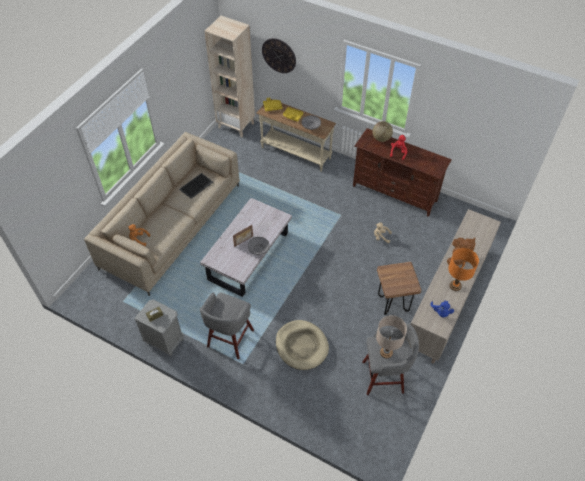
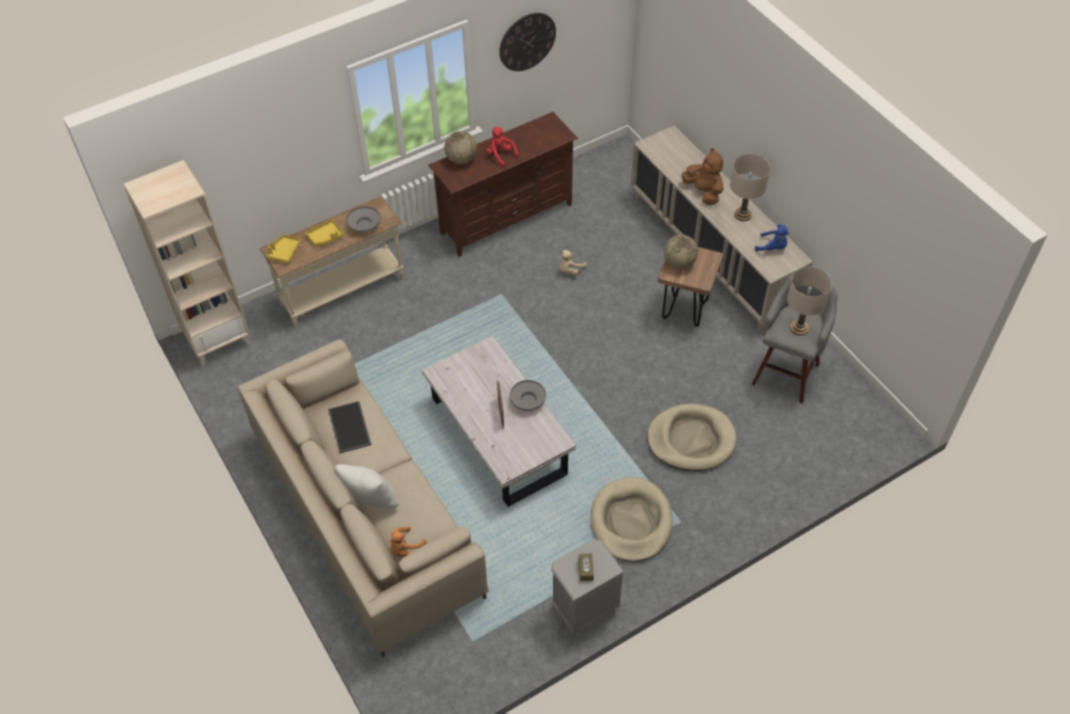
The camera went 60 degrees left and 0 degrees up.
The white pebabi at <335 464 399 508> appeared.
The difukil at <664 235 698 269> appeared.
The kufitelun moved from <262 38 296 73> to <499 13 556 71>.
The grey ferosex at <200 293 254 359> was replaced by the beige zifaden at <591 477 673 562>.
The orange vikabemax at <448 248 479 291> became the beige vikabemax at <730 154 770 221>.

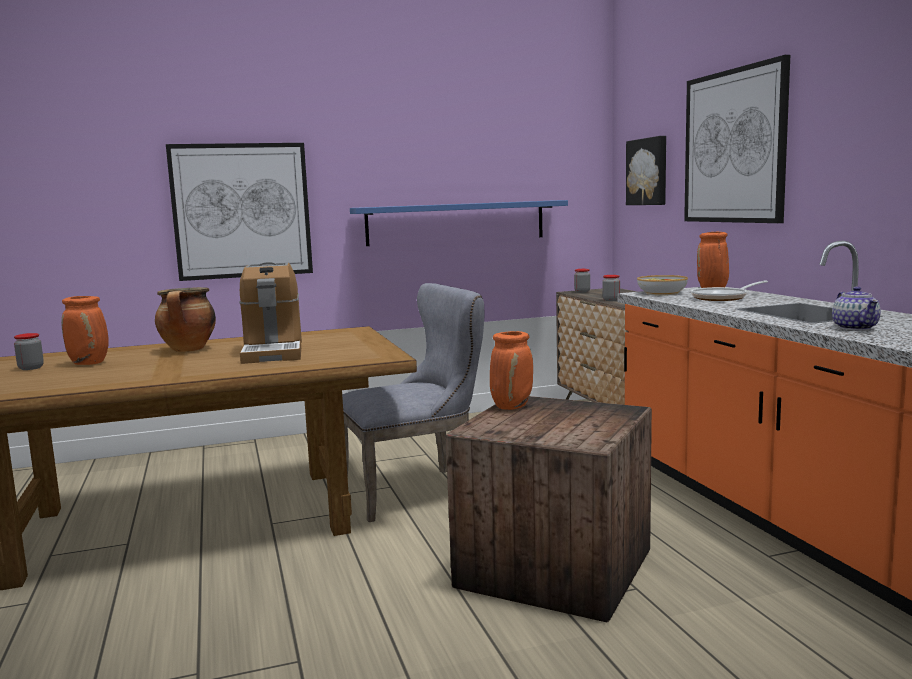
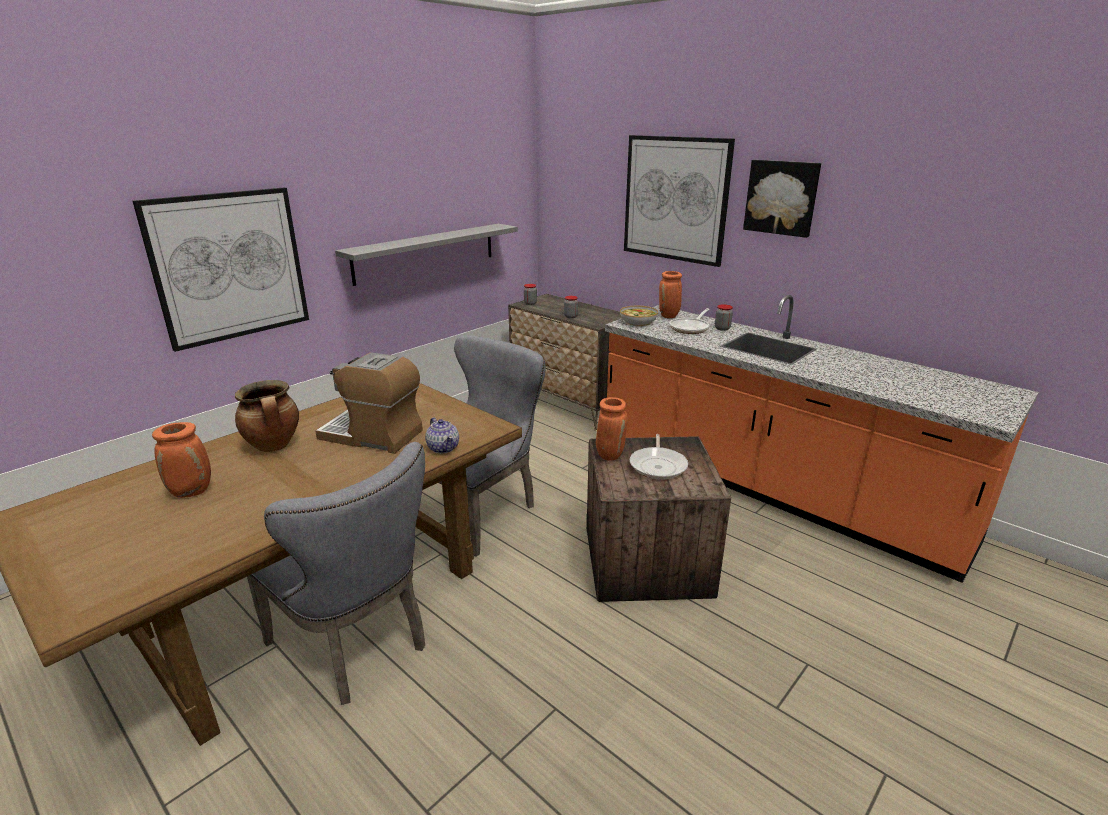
The camera went 30 degrees left and 15 degrees up.
The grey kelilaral at <247 442 425 705> appeared.
The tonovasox at <630 434 688 480> appeared.
The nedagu moved from <14 333 44 370> to <715 304 733 331>.
The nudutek moved from <626 136 666 205> to <743 160 821 238>.
The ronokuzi moved from <832 286 881 330> to <425 417 459 454>.
The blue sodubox at <350 200 568 246> became the grey sodubox at <335 224 518 286>.
The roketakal at <240 262 302 364> turned 150 degrees clockwise.

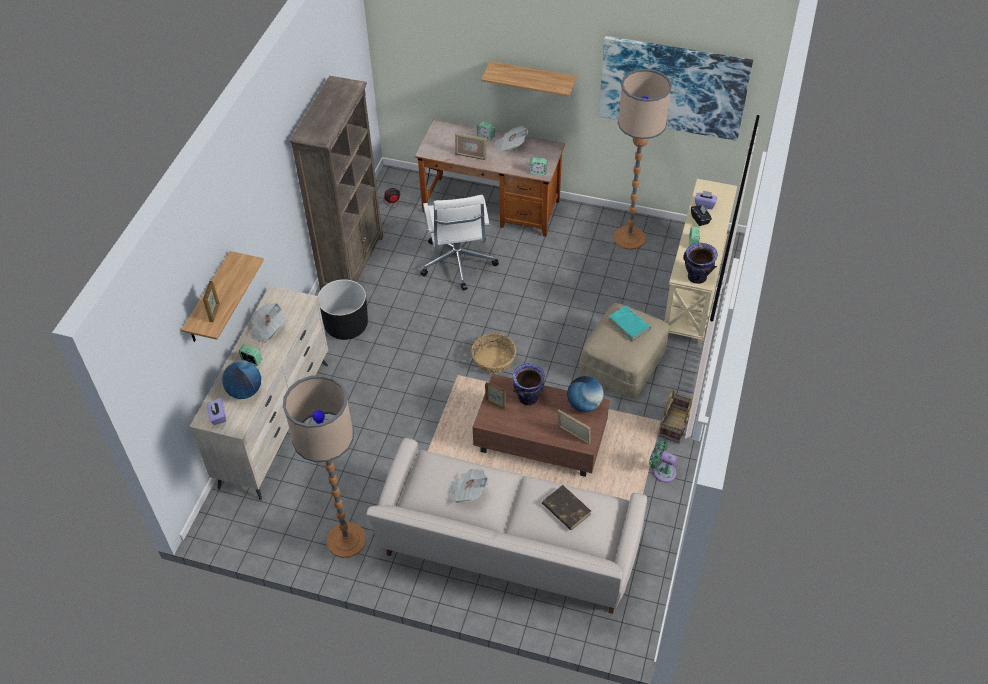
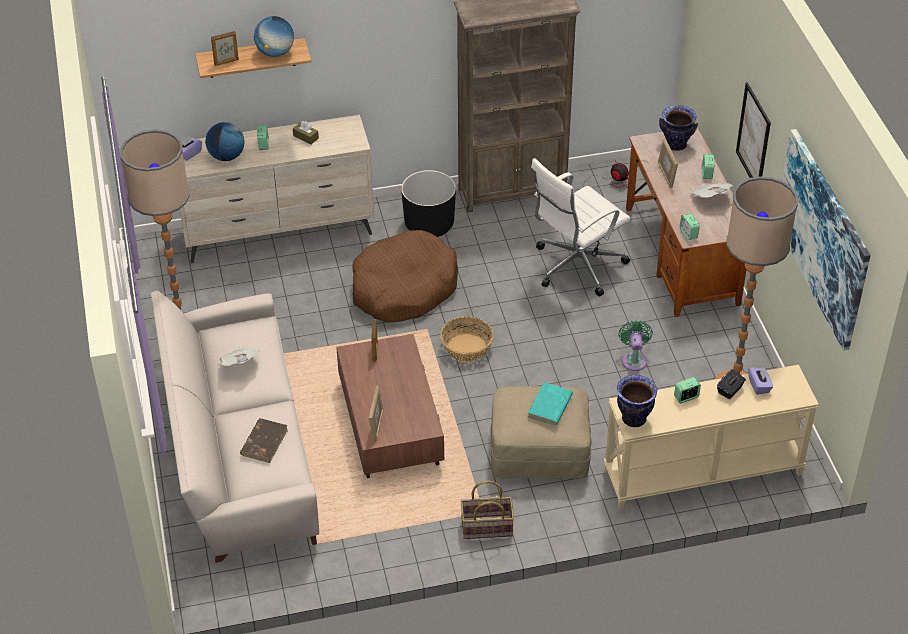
The camera went 60 degrees right and 5 degrees down.
The brown zifaden at <352 230 458 323> appeared.
The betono moved from <512 364 545 405> to <659 105 698 151>.
The difukil moved from <567 376 604 412> to <254 16 294 57>.
The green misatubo moved from <649 439 677 483> to <618 320 653 371>.
The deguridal at <248 303 285 343> was replaced by the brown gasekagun at <293 121 319 145>.
The sodubox at <481 61 577 96> was replaced by the nudutek at <736 82 771 178>.

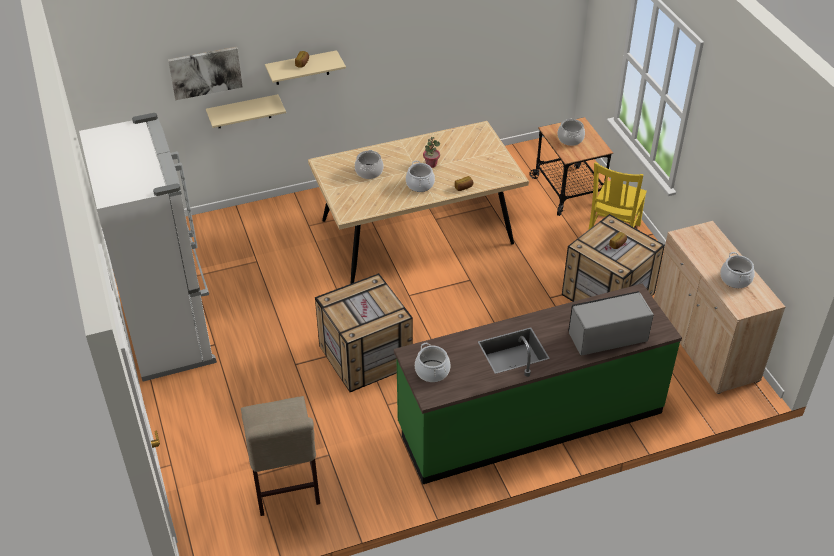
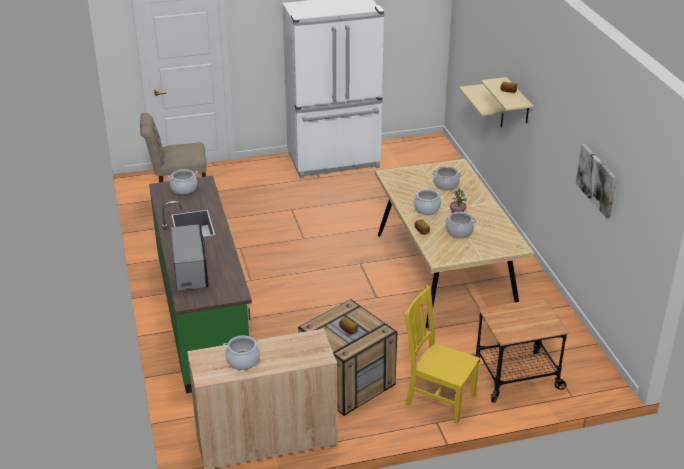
The camera went 95 degrees right and 10 degrees down.
The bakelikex at <315 273 413 392> disappeared.
The nudutek moved from <168 47 243 100> to <576 144 617 218>.
The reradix moved from <557 118 585 146> to <445 212 476 239>.

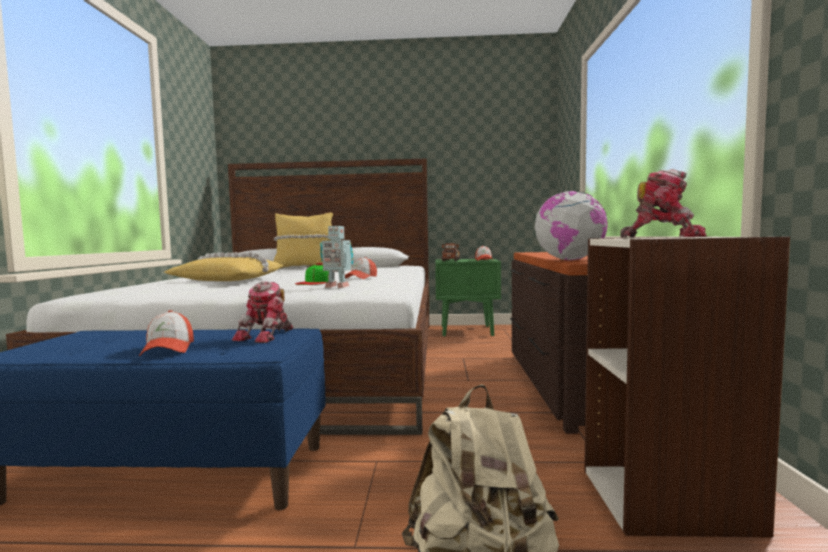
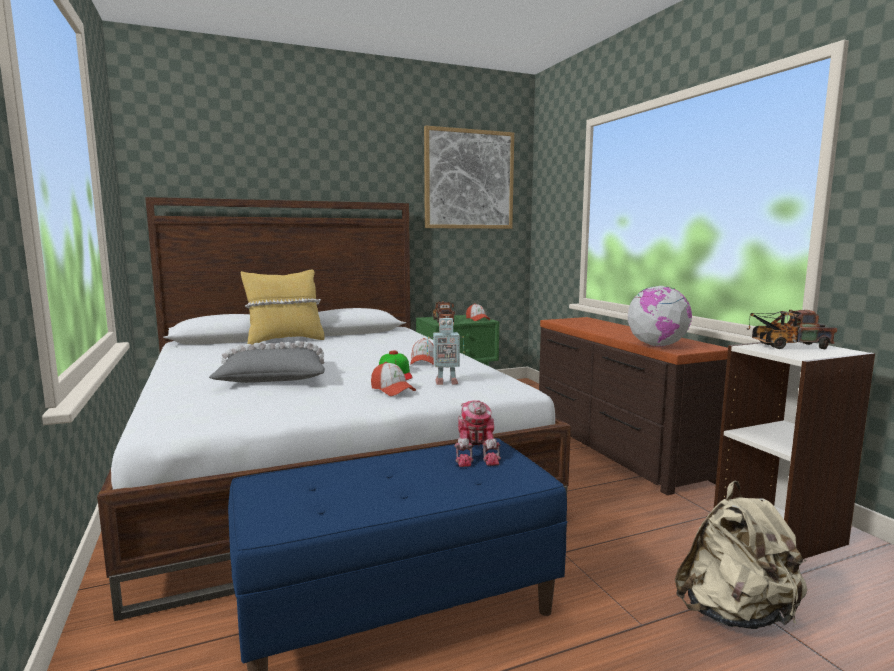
The camera went 25 degrees left and 5 degrees up.
The nudutek at <424 126 514 229> appeared.
The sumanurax moved from <139 310 194 356> to <371 362 416 396>.
The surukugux at <620 169 706 237> was replaced by the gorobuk at <747 310 837 349>.
The yellow pebabi at <164 251 284 281> became the grey pebabi at <209 341 325 383>.

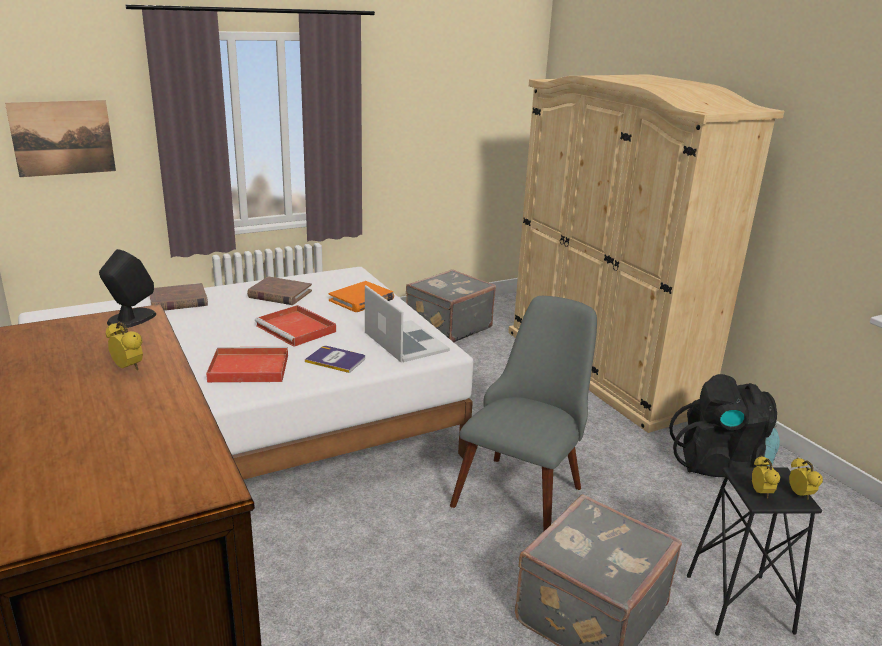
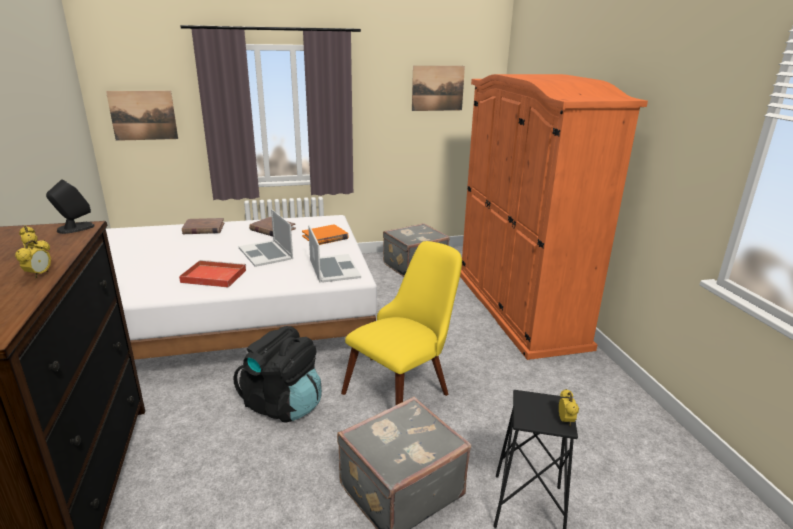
The camera went 15 degrees right and 0 degrees up.
The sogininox at <305 346 365 373> disappeared.
The nudutek at <412 66 465 111> appeared.
The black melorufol moved from <669 374 780 477> to <233 326 322 423>.
The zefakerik moved from <752 456 780 499> to <15 240 51 278>.
The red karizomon at <255 305 336 347> was replaced by the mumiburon at <239 209 293 267>.
The grey kelilaral at <450 296 597 531> became the yellow kelilaral at <341 241 462 405>.
The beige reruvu at <508 74 784 433> became the orange reruvu at <460 74 648 360>.

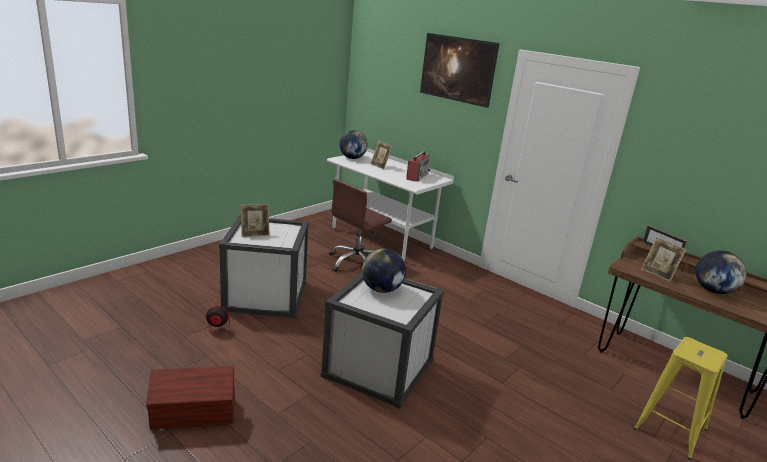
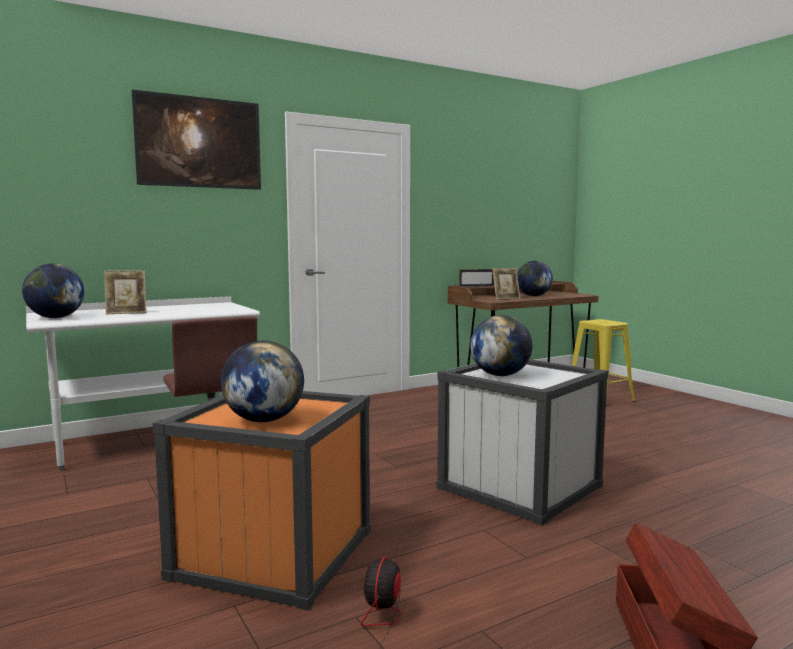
The camera went 70 degrees left and 15 degrees down.
The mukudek at <406 151 430 182> disappeared.
The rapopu at <241 204 270 237> was replaced by the difukil at <221 341 304 422>.
The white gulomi at <219 215 309 318> became the orange gulomi at <153 391 371 610>.

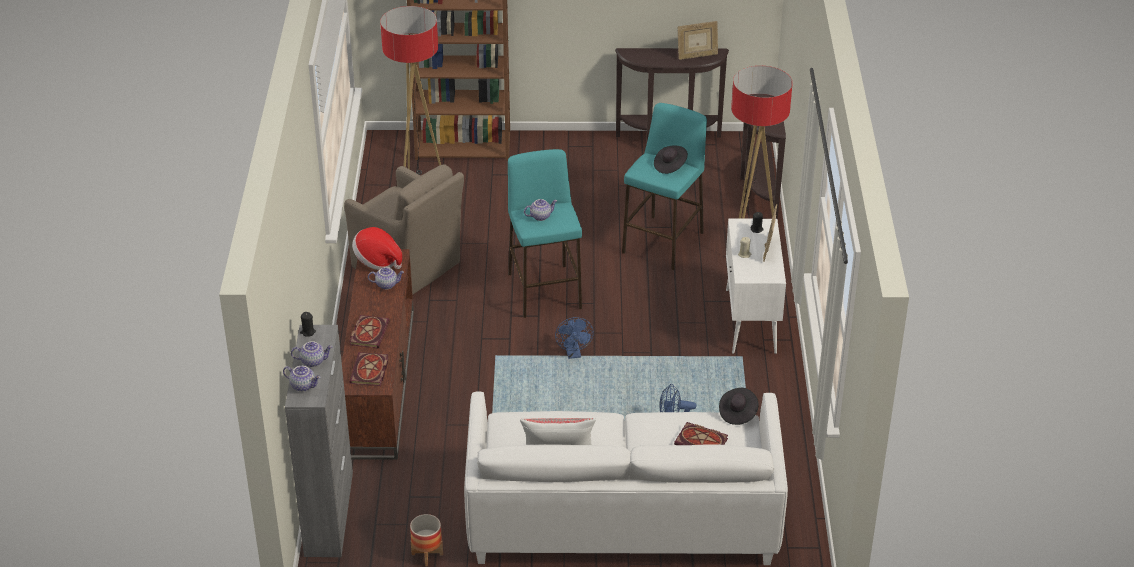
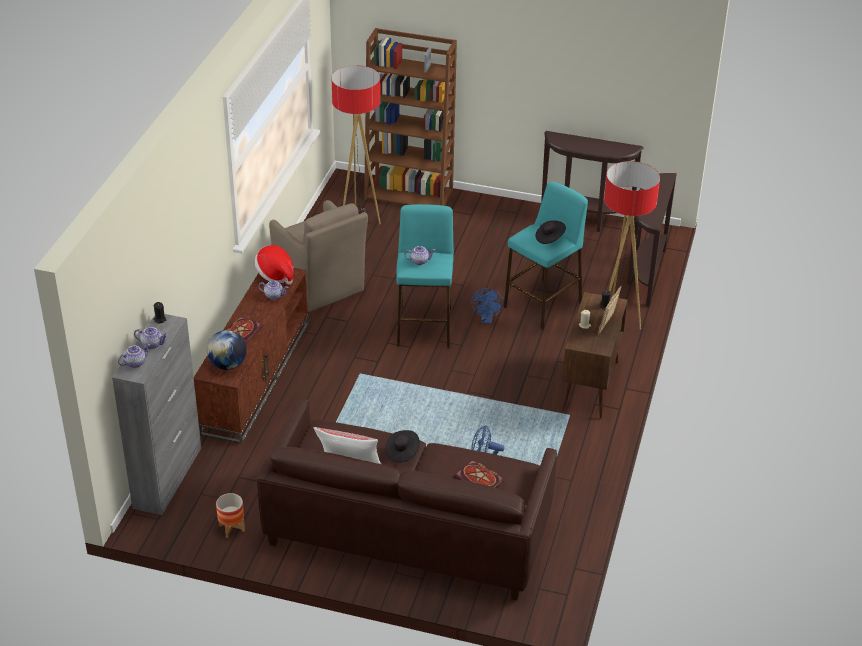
The camera went 15 degrees right and 0 degrees up.
The rapopu at <677 21 718 60> disappeared.
The blue misatubo moved from <555 317 594 359> to <471 288 503 324>.
The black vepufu moved from <719 388 759 425> to <385 430 420 462>.
The sogininox at <350 352 389 386> was replaced by the difukil at <207 330 247 370>.
The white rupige at <464 392 788 565> became the brown rupige at <257 398 557 600>.
The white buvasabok at <726 219 786 354> became the brown buvasabok at <562 292 628 418>.
The ronokuzi at <283 366 321 392> turned 75 degrees counterclockwise.

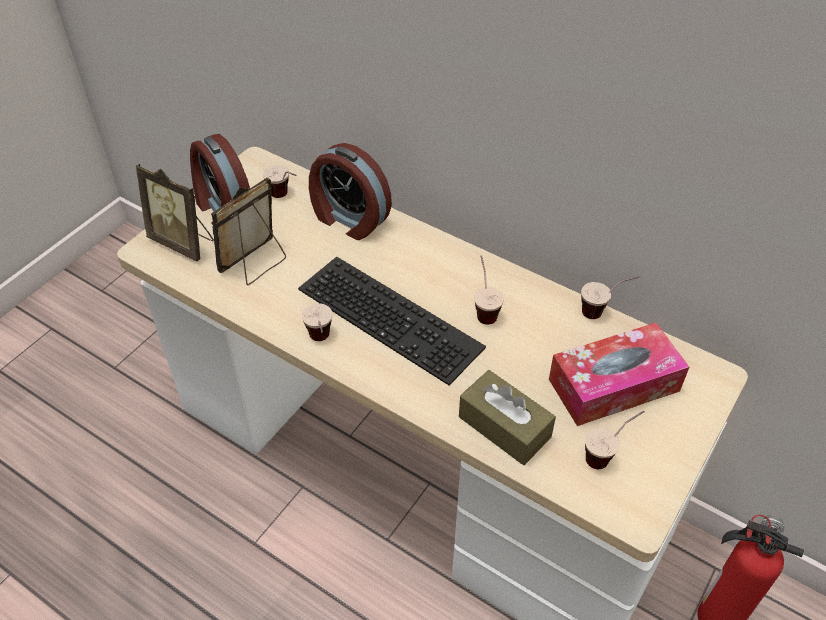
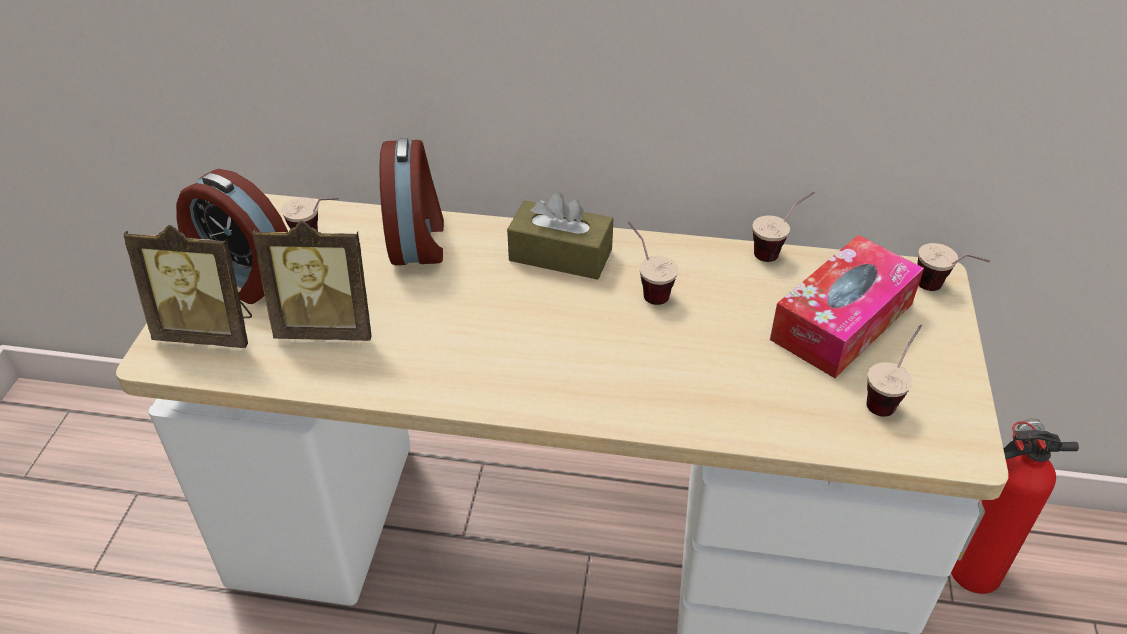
The camera went 25 degrees left and 5 degrees down.
The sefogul at <298 257 486 385> disappeared.
The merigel moved from <302 303 332 341> to <917 243 990 291>.
The brown gasekagun moved from <459 370 556 465> to <507 192 613 280>.
The rapopu at <211 177 286 285> turned 105 degrees counterclockwise.
The zefakerik at <309 143 392 240> turned 105 degrees counterclockwise.

